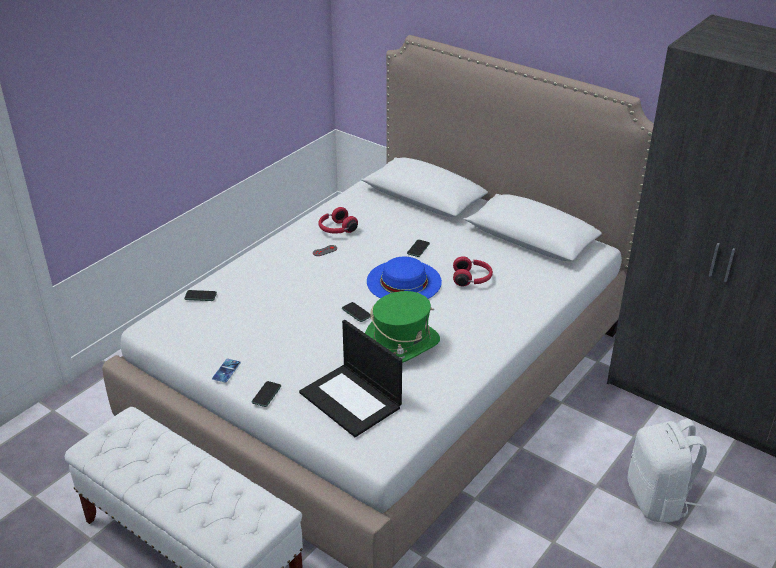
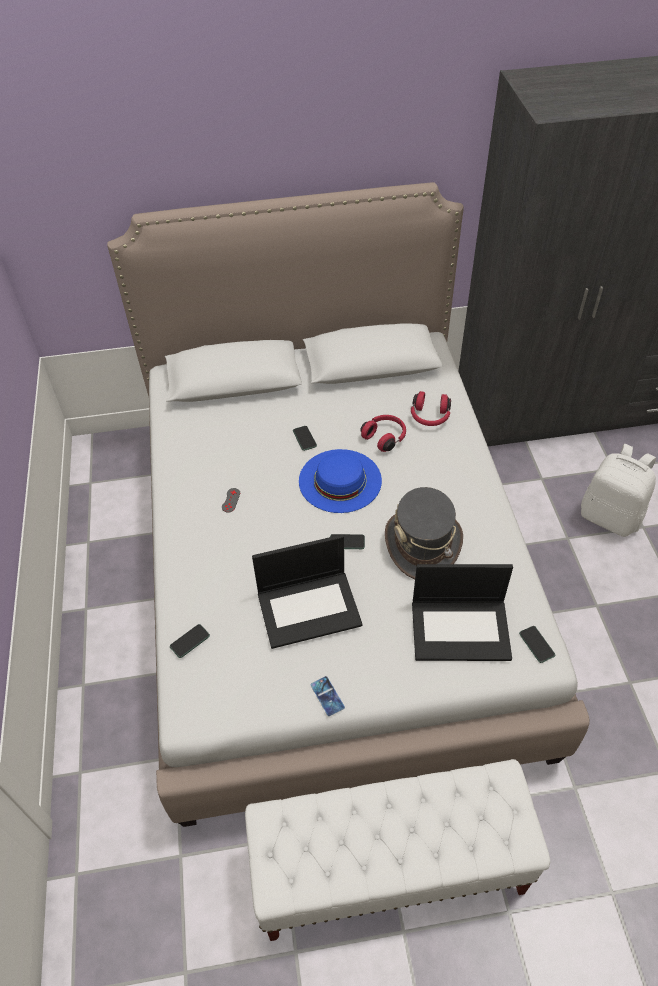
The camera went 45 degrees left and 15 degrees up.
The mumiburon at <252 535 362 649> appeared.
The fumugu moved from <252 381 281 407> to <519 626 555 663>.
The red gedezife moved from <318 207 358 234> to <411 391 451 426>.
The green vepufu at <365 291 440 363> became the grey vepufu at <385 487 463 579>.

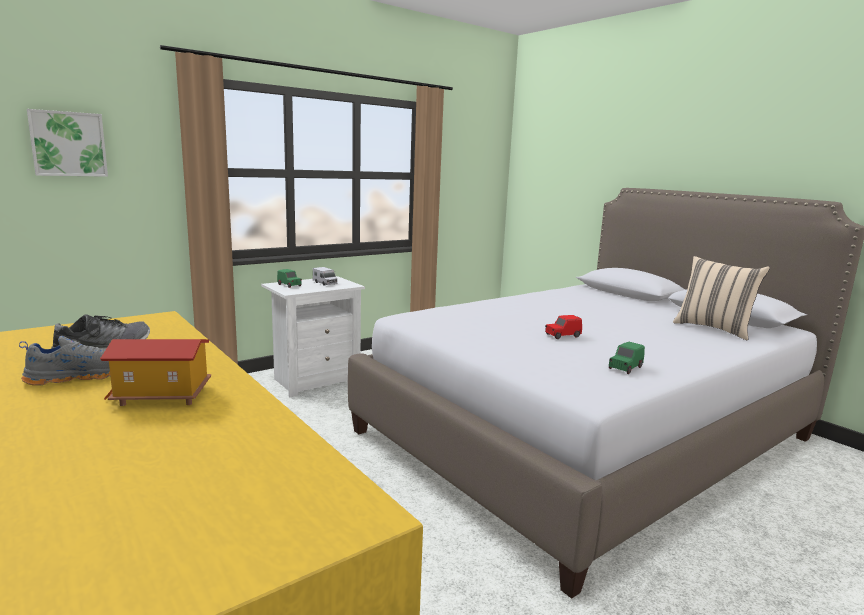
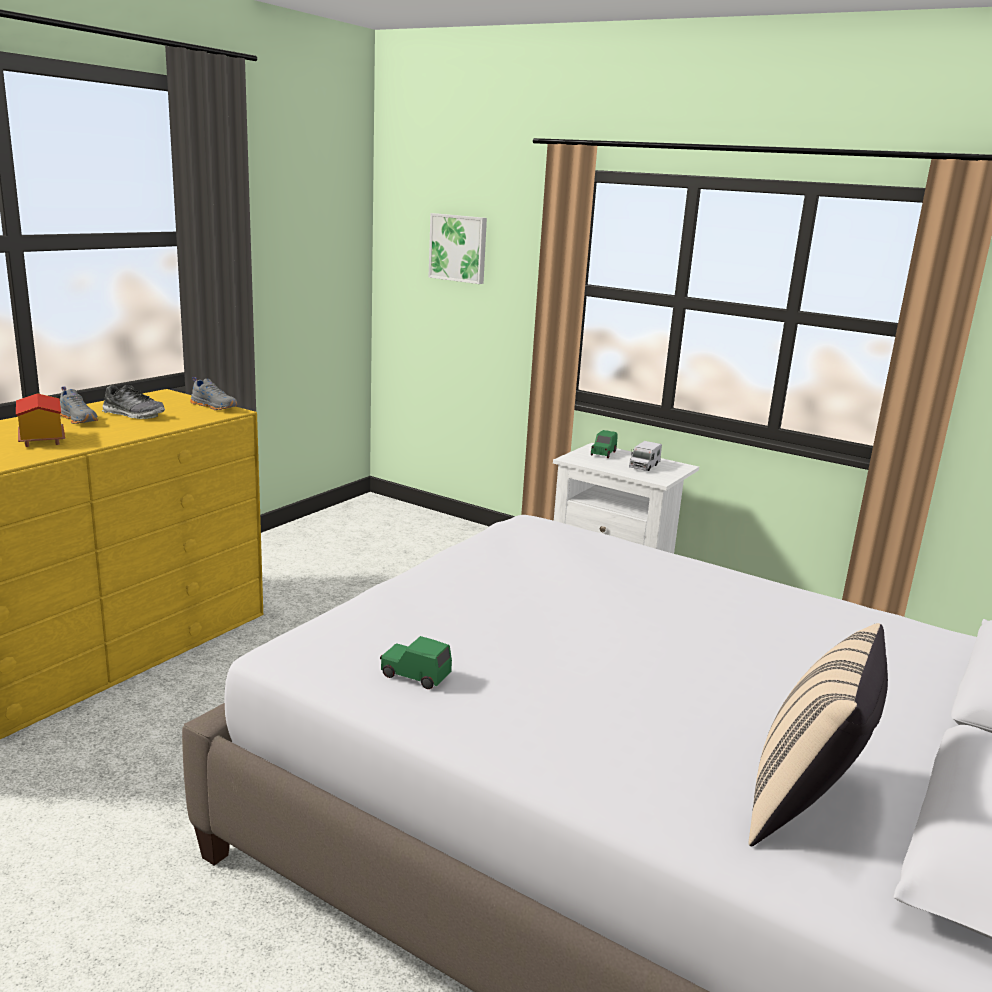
The camera went 70 degrees right and 5 degrees up.
The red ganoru at <545 315 582 339> disappeared.
The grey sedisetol at <190 377 238 410> appeared.

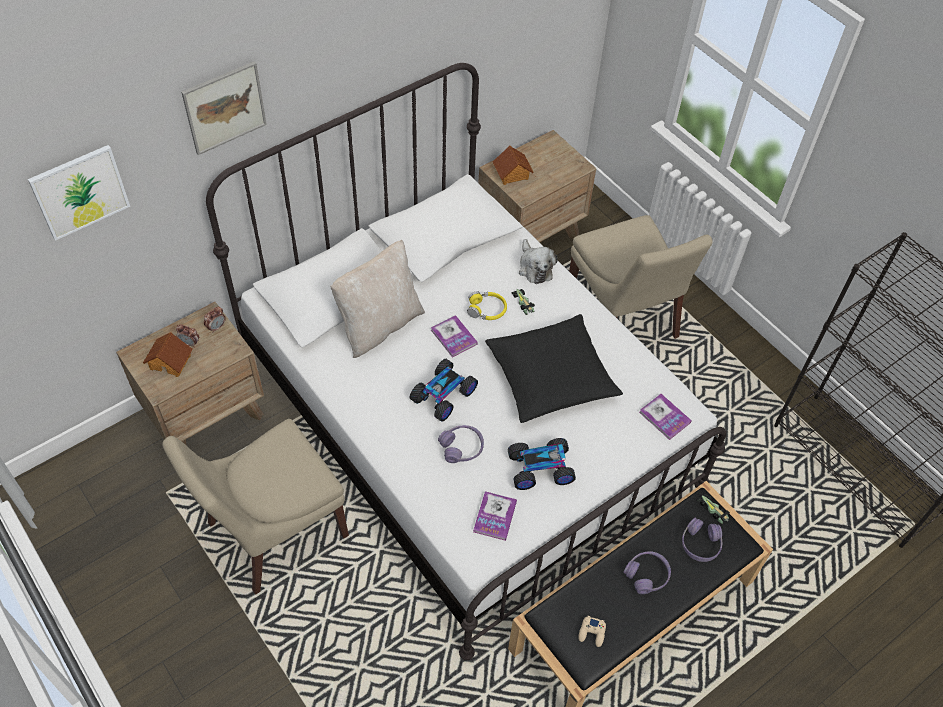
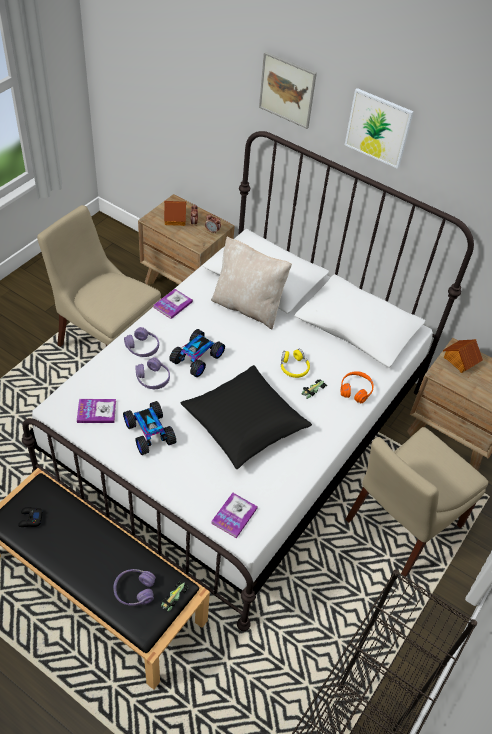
The camera went 70 degrees right and 5 degrees down.
The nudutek moved from <28 145 130 241> to <345 88 414 169>.
The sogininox moved from <431 315 478 358> to <153 289 193 319>.
The purple gedezife moved from <623 551 671 594> to <124 327 159 357>.
The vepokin at <519 239 558 284> was replaced by the orange gedezife at <341 371 374 403>.
The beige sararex at <578 616 606 647> became the black sararex at <18 507 43 527>.
The ganoru at <410 359 478 422> turned 75 degrees counterclockwise.

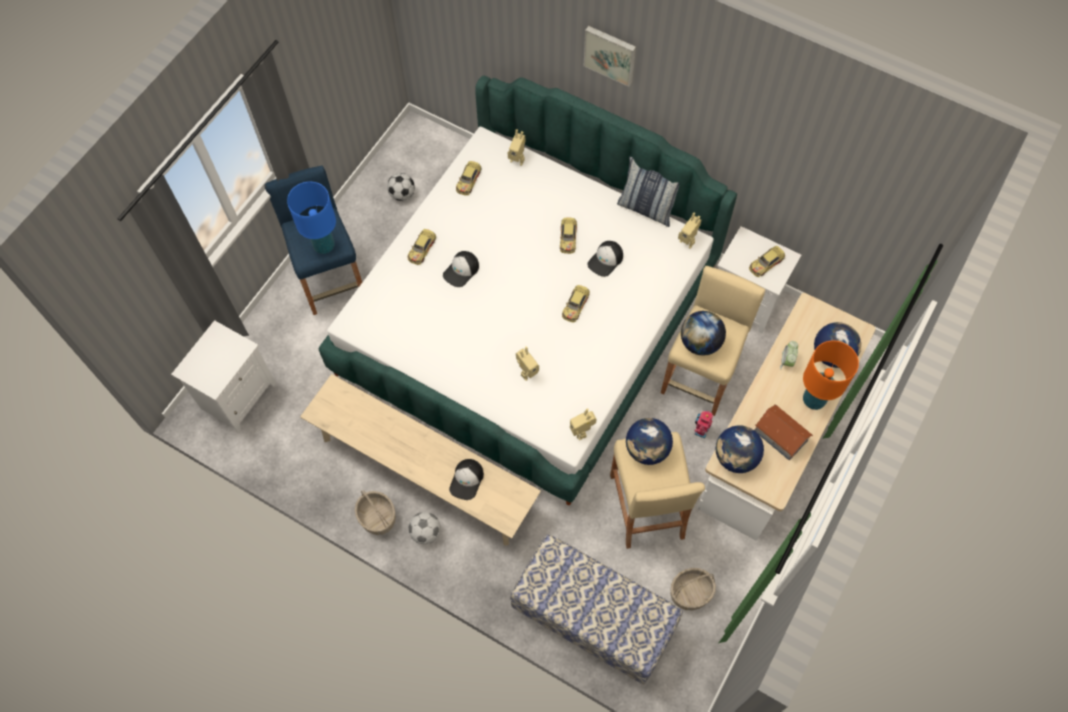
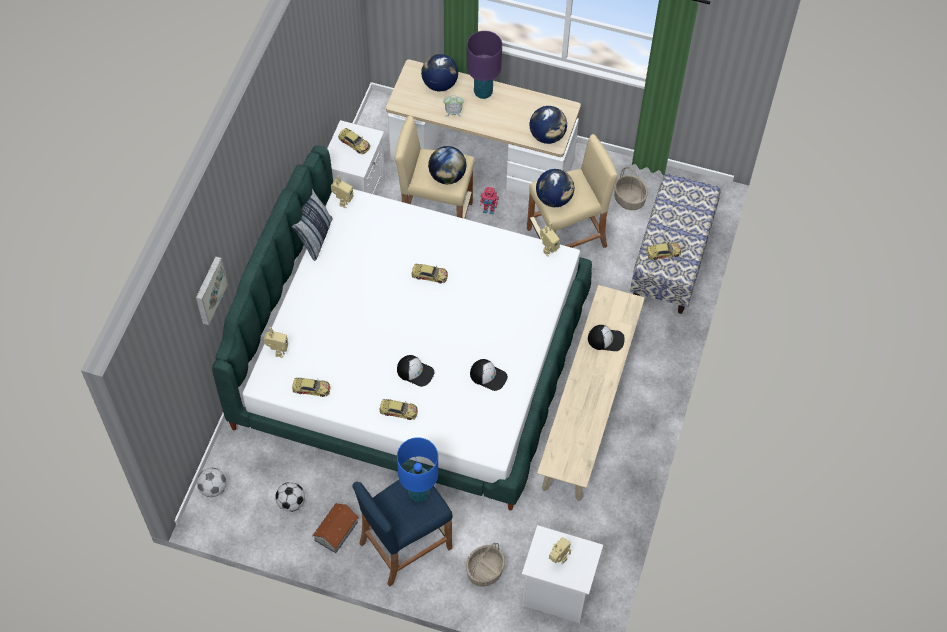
The camera went 105 degrees left and 5 degrees down.
The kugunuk moved from <355 490 396 535> to <466 543 505 587>.
The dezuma moved from <408 512 441 544> to <197 468 227 497>.
The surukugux moved from <516 346 539 381> to <549 537 571 565>.
The ganoru moved from <560 218 577 254> to <646 242 681 260>.
The nudutek moved from <584 26 636 87> to <196 256 228 325>.
The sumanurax moved from <587 241 623 277> to <470 359 508 391>.
The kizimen moved from <754 405 813 460> to <313 503 359 553>.
The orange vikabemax at <803 340 859 410> became the purple vikabemax at <467 31 502 99>.

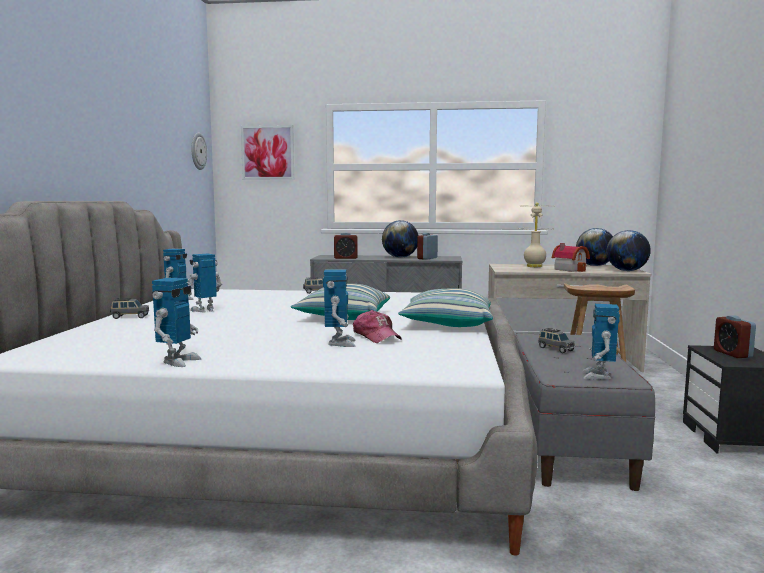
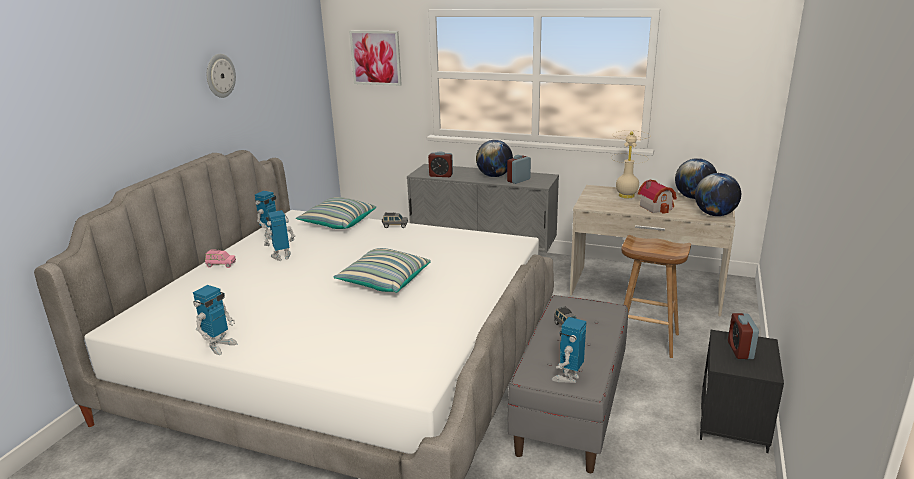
The camera went 15 degrees right and 15 degrees up.
The surukugux at <323 269 356 347> disappeared.
The sumanurax at <353 310 402 343> disappeared.
The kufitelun moved from <191 133 207 170> to <207 54 236 98>.
The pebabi moved from <398 288 493 327> to <296 197 376 229>.
The grey ganoru at <110 298 149 319> became the pink ganoru at <205 250 236 268>.

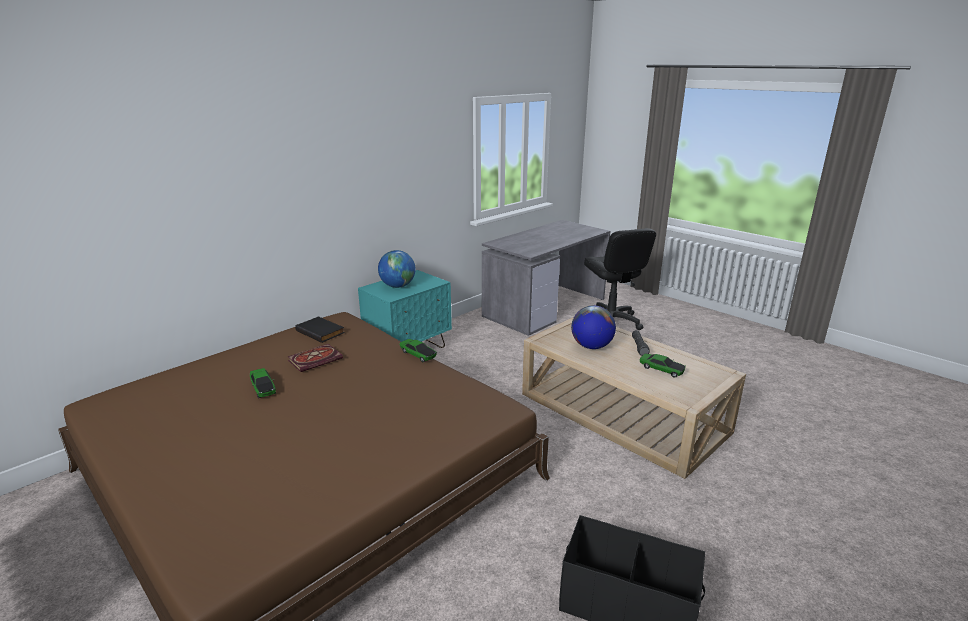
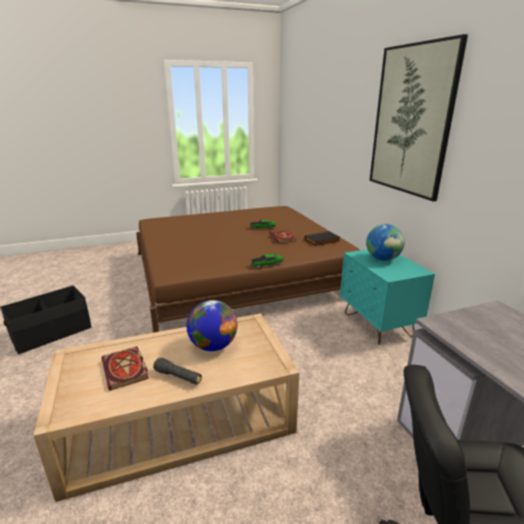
The camera went 115 degrees right and 0 degrees up.
The nudutek at <370 34 468 201> appeared.
The ganoru at <640 354 686 378> was replaced by the sogininox at <101 346 149 391>.

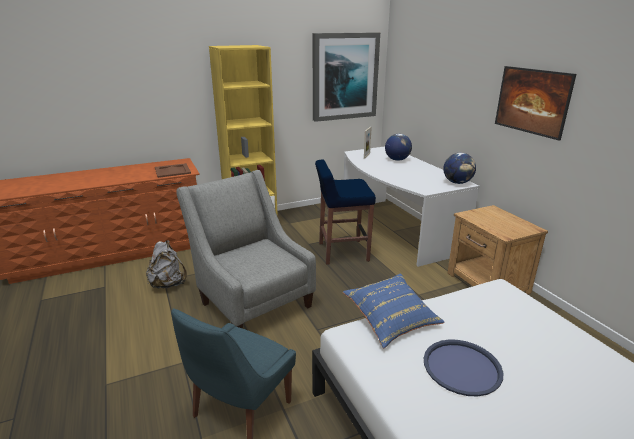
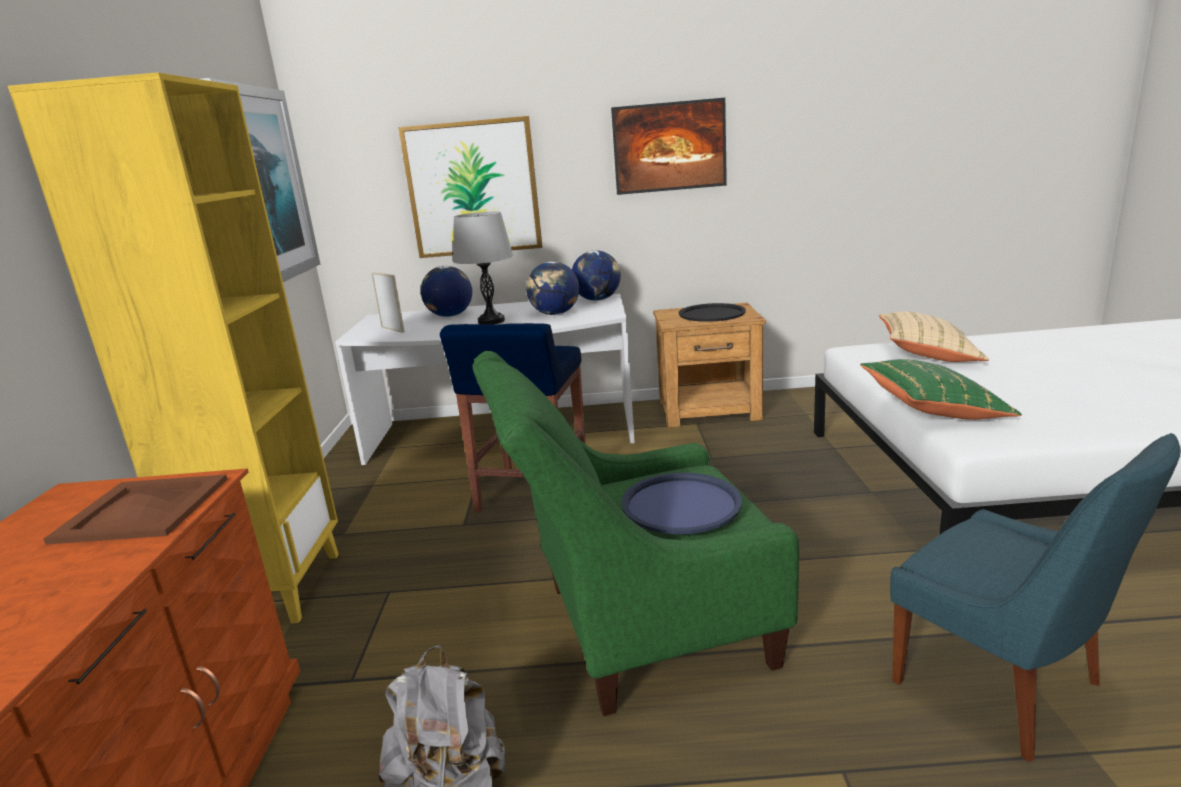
The camera went 65 degrees left and 5 degrees down.
The nudutek at <398 116 543 258> appeared.
The grey vikabemax at <453 211 513 325> appeared.
The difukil at <526 261 579 315> appeared.
The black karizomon at <679 303 746 322> appeared.
The beige pebabi at <879 312 989 362> appeared.
The blue karizomon moved from <424 339 503 396> to <621 472 742 534>.
The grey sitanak at <176 170 316 329> became the green sitanak at <472 351 799 716>.
The blue pebabi at <343 273 444 348> became the green pebabi at <860 359 1022 420>.

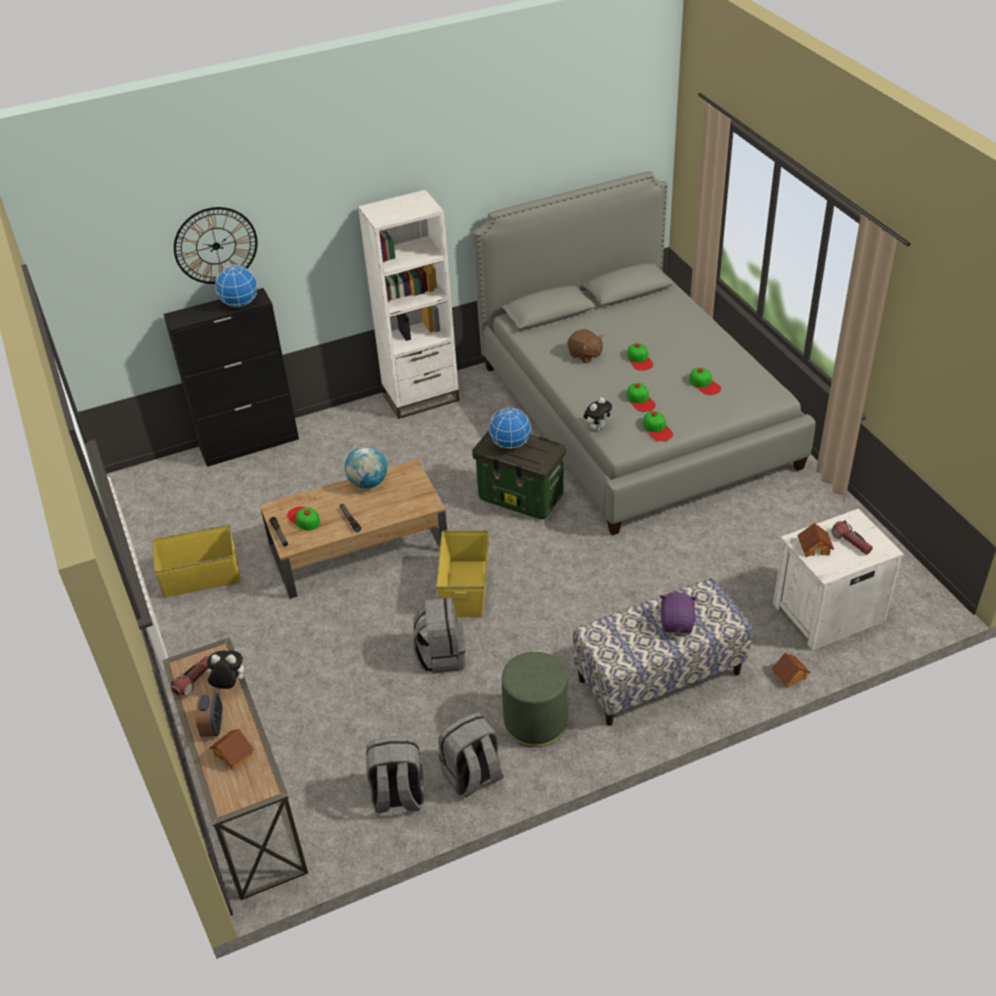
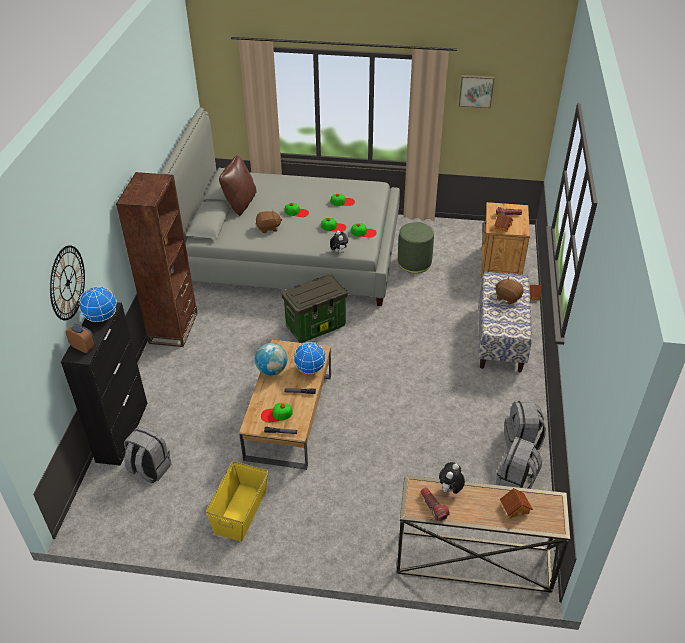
The camera went 60 degrees left and 0 degrees up.
The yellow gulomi at <436 530 489 617> disappeared.
The brown pebabi at <219 155 257 216> appeared.
The nudutek at <459 75 494 108> appeared.
The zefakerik moved from <195 692 223 737> to <66 324 96 353>.
The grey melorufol moved from <413 598 465 674> to <124 427 171 483>.
The difukil moved from <489 407 531 449> to <293 342 326 374>.
The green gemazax moved from <502 652 568 747> to <398 222 434 273>.
The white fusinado at <358 189 460 419> became the brown fusinado at <116 172 198 347>.
The purple vepokin at <660 592 697 633> became the brown vepokin at <495 277 524 304>.
The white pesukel at <773 508 904 650> became the brown pesukel at <481 202 530 277>.

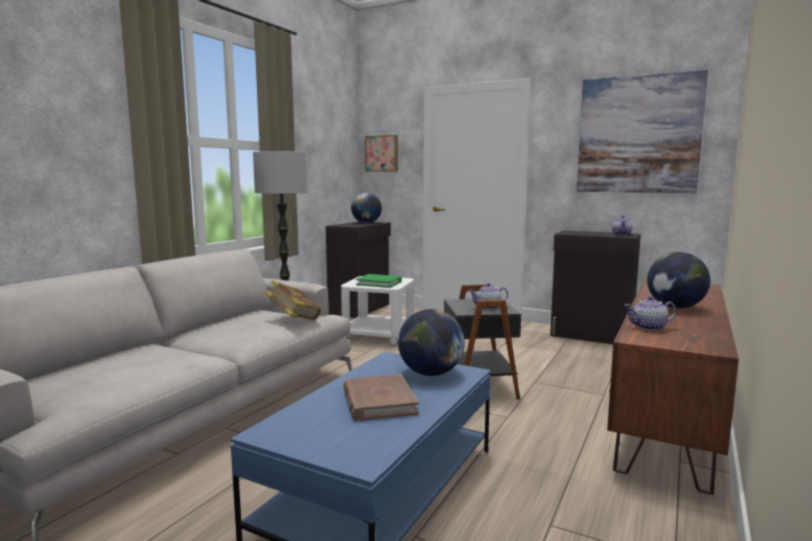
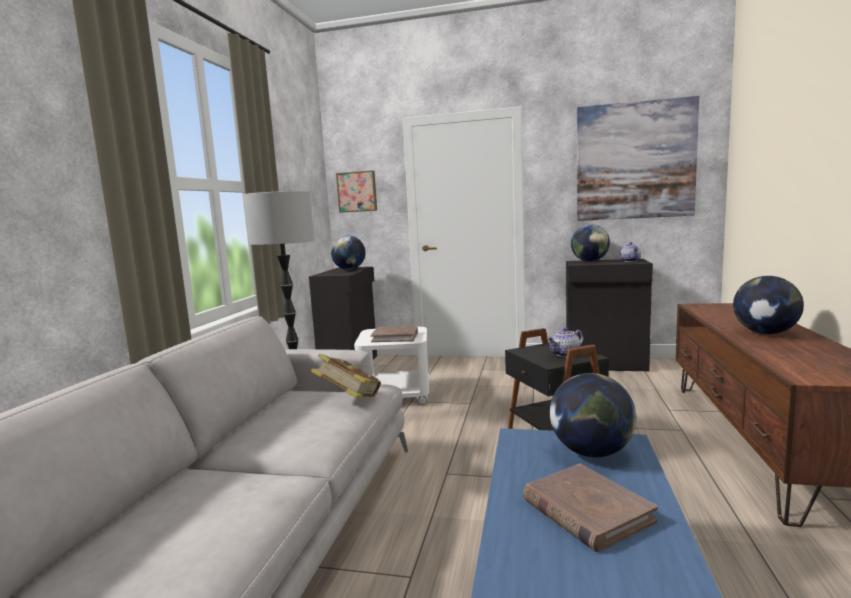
The camera went 15 degrees left and 0 degrees up.
The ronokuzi at <624 296 676 331> disappeared.
The difukil at <571 224 610 262> appeared.
The green sogininox at <356 274 402 288> became the brown sogininox at <370 326 418 342>.

